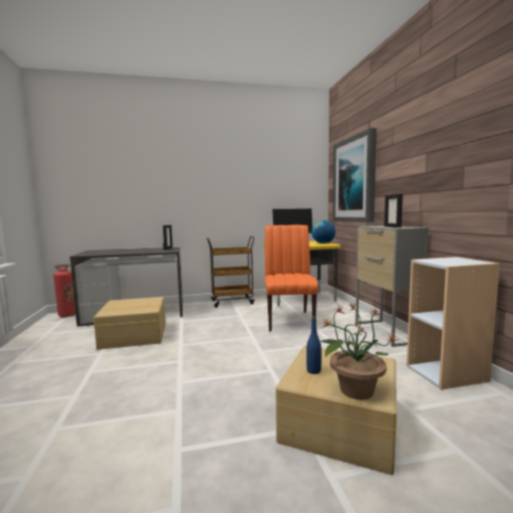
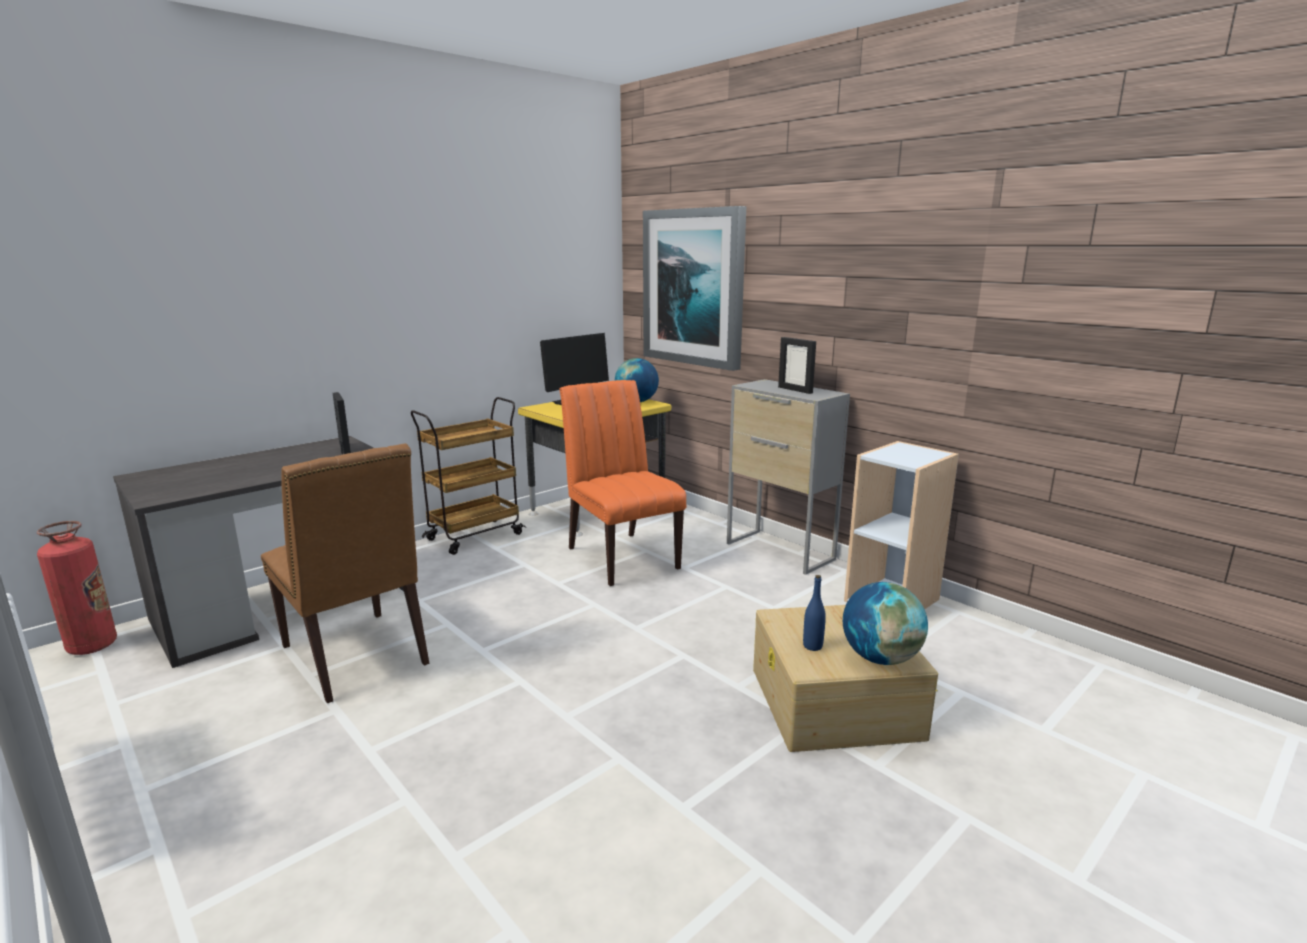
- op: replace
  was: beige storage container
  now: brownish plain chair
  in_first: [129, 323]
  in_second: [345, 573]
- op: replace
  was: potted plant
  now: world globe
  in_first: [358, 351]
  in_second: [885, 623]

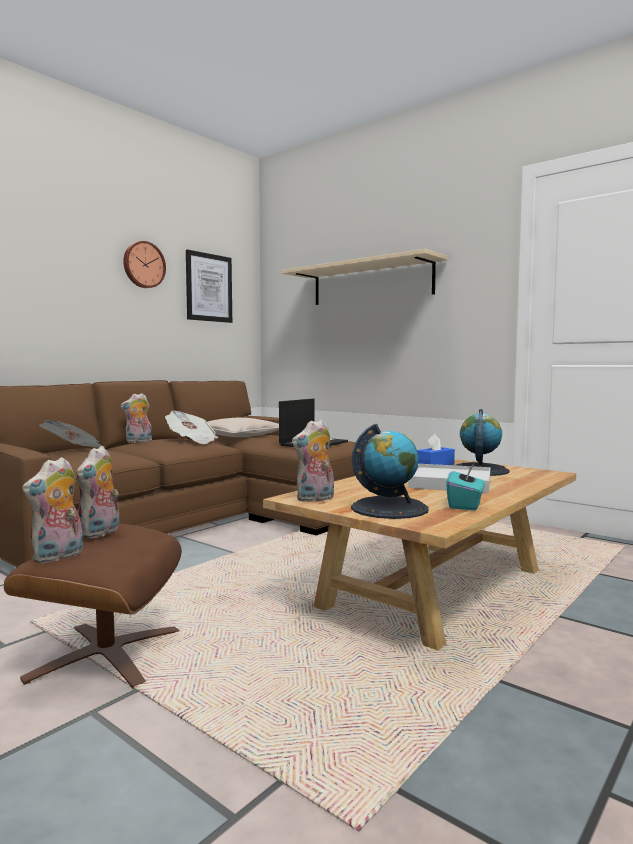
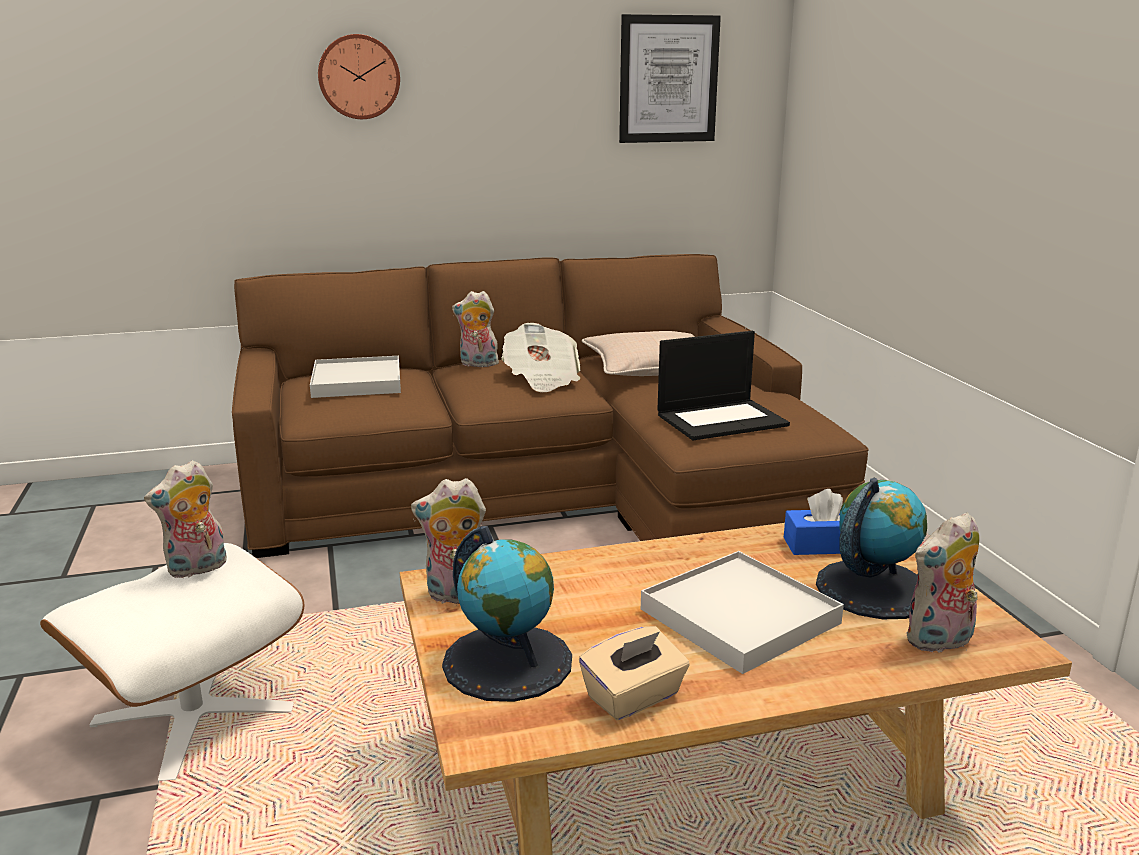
- op: move
  was: clock on the wall
  in_first: [144, 264]
  in_second: [359, 76]
- op: delete
  was: beige bracket shelf
  in_first: [365, 277]
- op: replace
  was: newspaper
  now: white carrying tray
  in_first: [72, 434]
  in_second: [355, 377]
- op: move
  was: cuddly toy
  in_first: [52, 510]
  in_second: [942, 583]
- op: recolor
  was: turquoise-coloured tissue box
  now: beige tissue box
  in_first: [465, 487]
  in_second: [634, 673]
- op: recolor
  was: brownish ottoman
  now: white ottoman
  in_first: [93, 606]
  in_second: [172, 663]

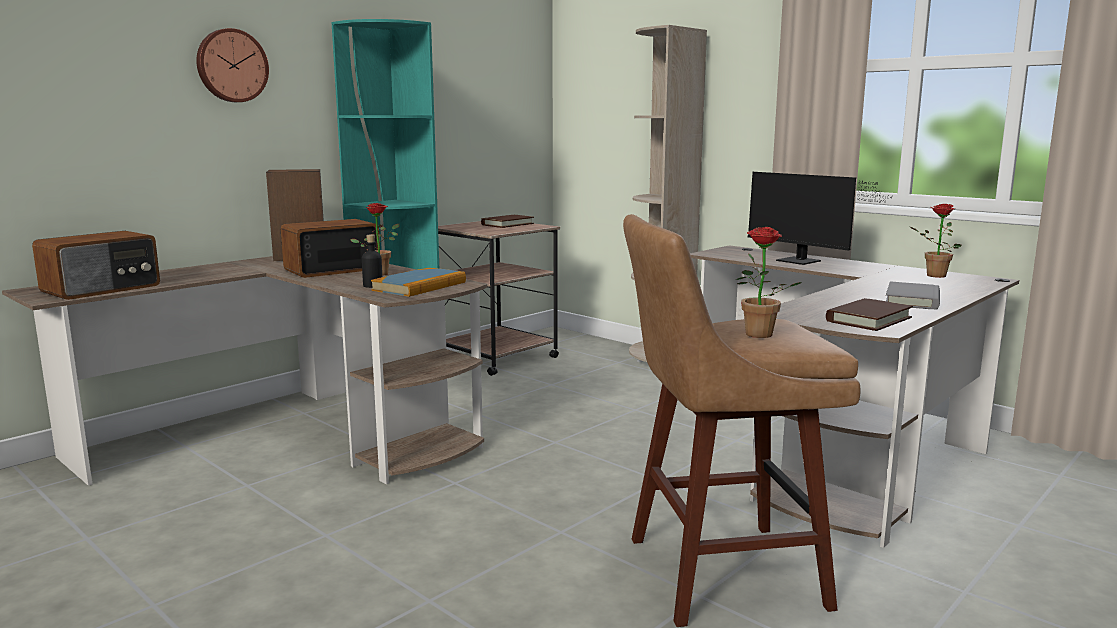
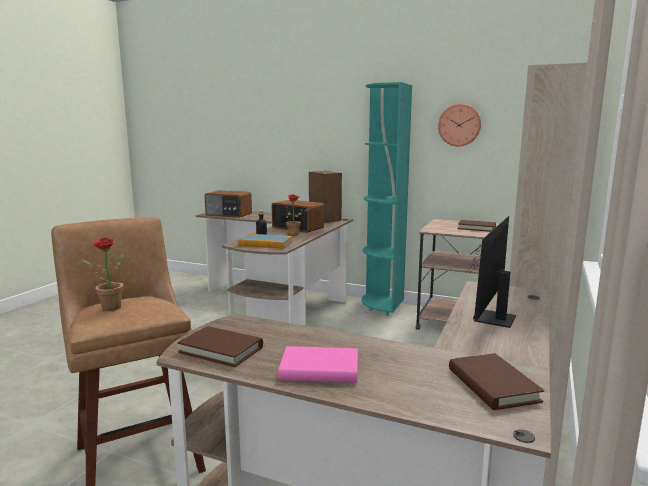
- op: move
  was: clock on the wall
  in_first: [232, 65]
  in_second: [459, 125]
- op: replace
  was: potted plant
  now: brownish bound book
  in_first: [936, 241]
  in_second: [496, 381]
- op: recolor
  was: gray bound book
  now: pink bound book
  in_first: [913, 296]
  in_second: [318, 364]

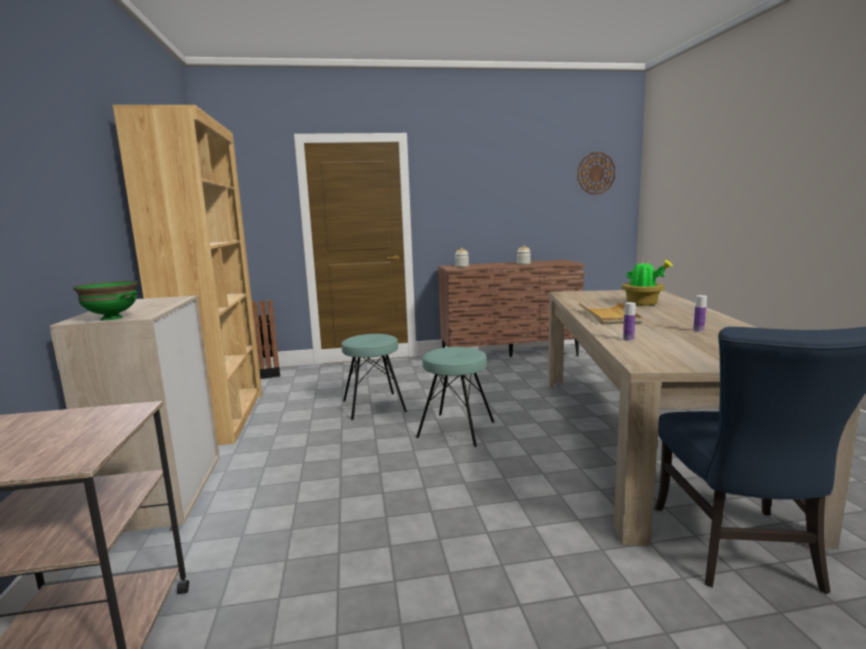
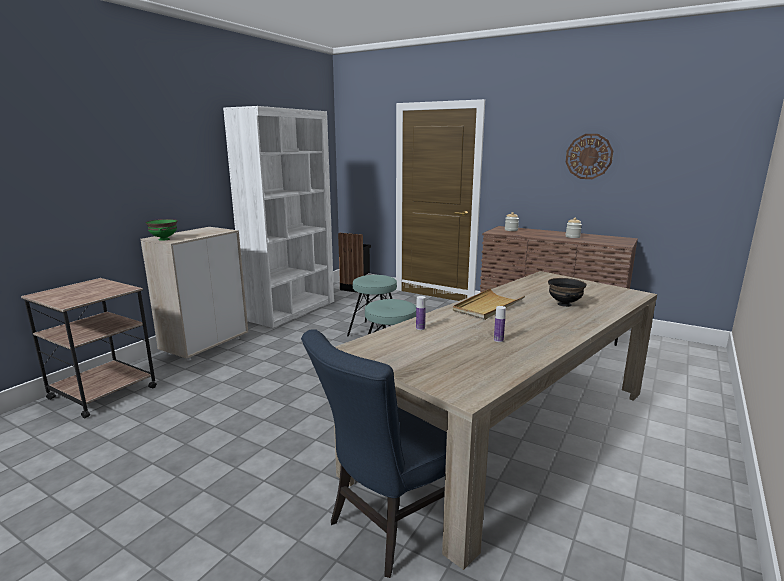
- op: recolor
  was: brownish shelving unit
  now: white shelving unit
  in_first: [187, 275]
  in_second: [278, 217]
- op: move
  was: clock on the wall
  in_first: [596, 173]
  in_second: [589, 156]
- op: replace
  was: potted plant
  now: blackish deep dish
  in_first: [647, 283]
  in_second: [567, 292]

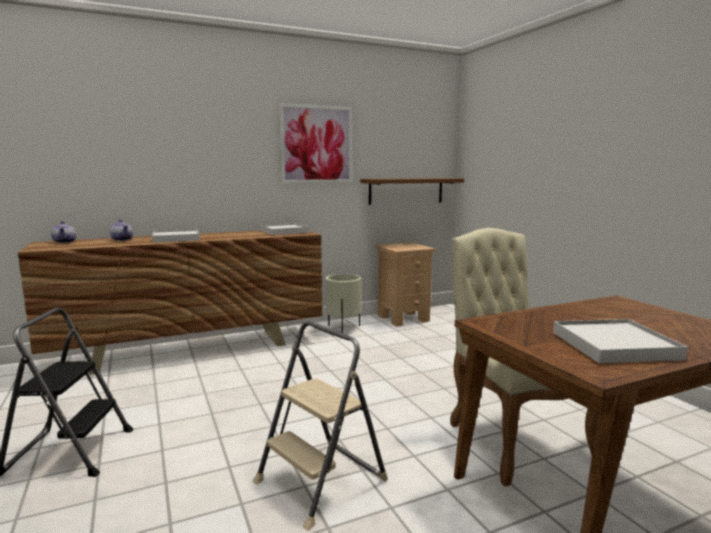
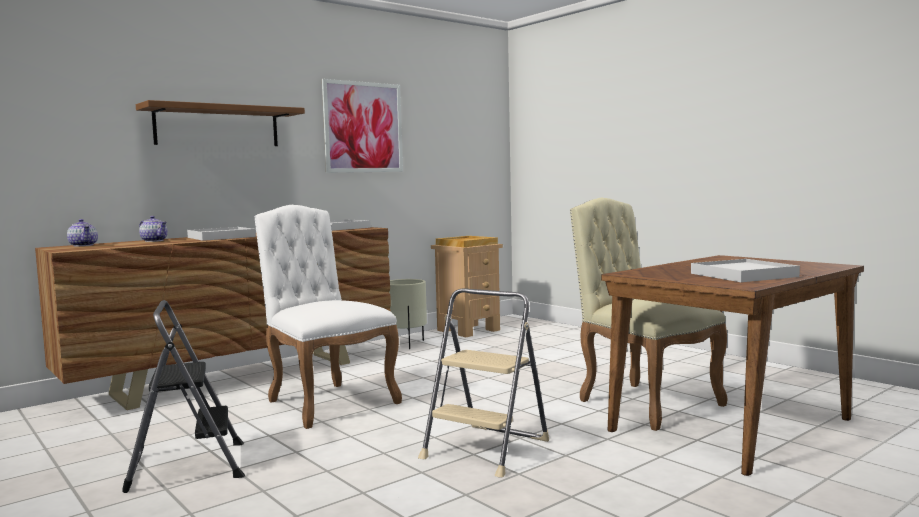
- op: move
  was: brownish bracket shelf
  in_first: [412, 191]
  in_second: [220, 123]
- op: insert
  now: white plain chair
  in_second: [328, 317]
- op: insert
  now: beige carrying tray
  in_second: [467, 241]

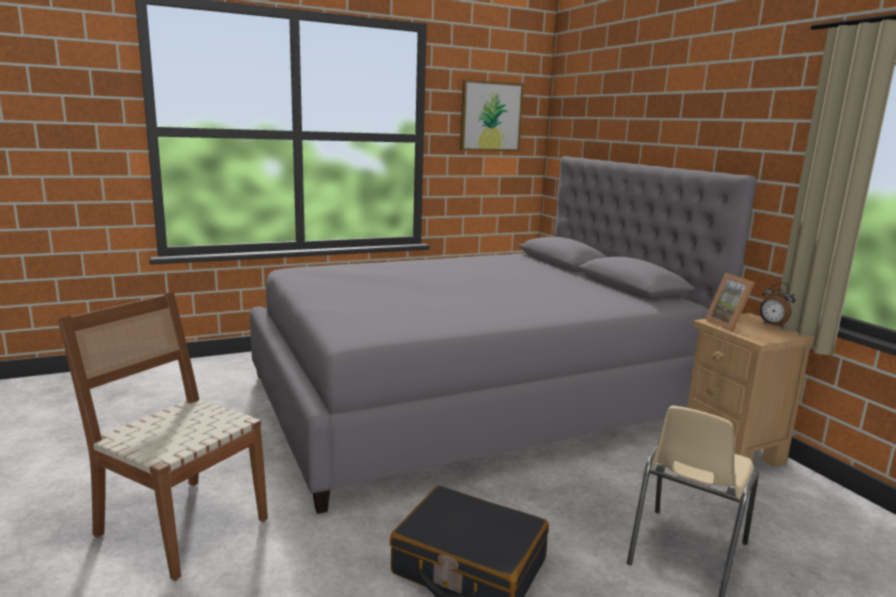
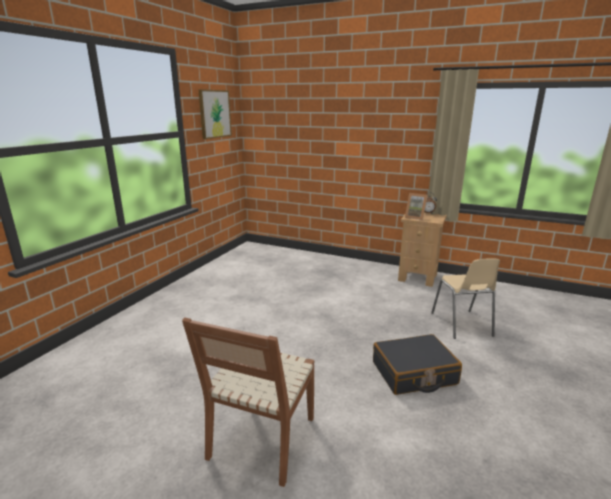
- op: delete
  was: gray bed
  in_first: [503, 335]
- op: rotate
  was: plain chair
  in_first: [163, 436]
  in_second: [248, 402]
  clockwise: -60

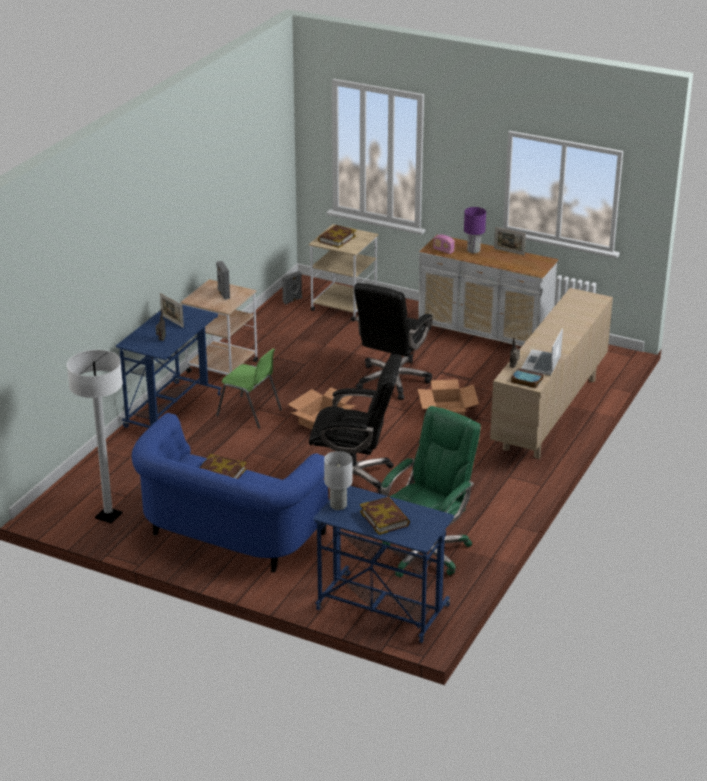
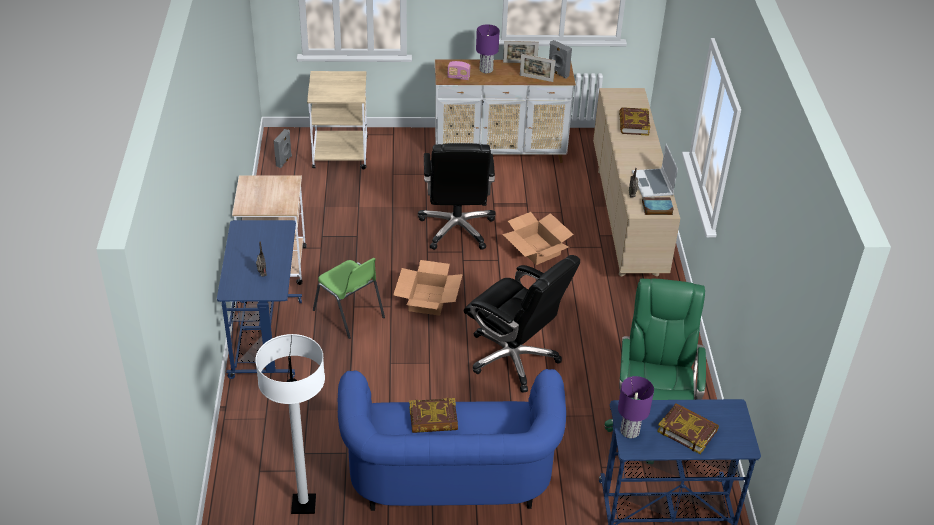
- op: move
  was: bound book
  in_first: [337, 236]
  in_second: [634, 121]
- op: move
  was: gray audio speaker
  in_first: [223, 280]
  in_second: [560, 59]
- op: move
  was: standing frame
  in_first: [172, 310]
  in_second: [537, 68]
- op: rotate
  was: green plain chair
  in_first: [249, 388]
  in_second: [349, 298]
  clockwise: 45
- op: rotate
  was: blackish desk chair
  in_first: [355, 424]
  in_second: [522, 324]
  clockwise: 60
- op: recolor
  was: white lamp for a table
  now: purple lamp for a table
  in_first: [338, 480]
  in_second: [636, 407]

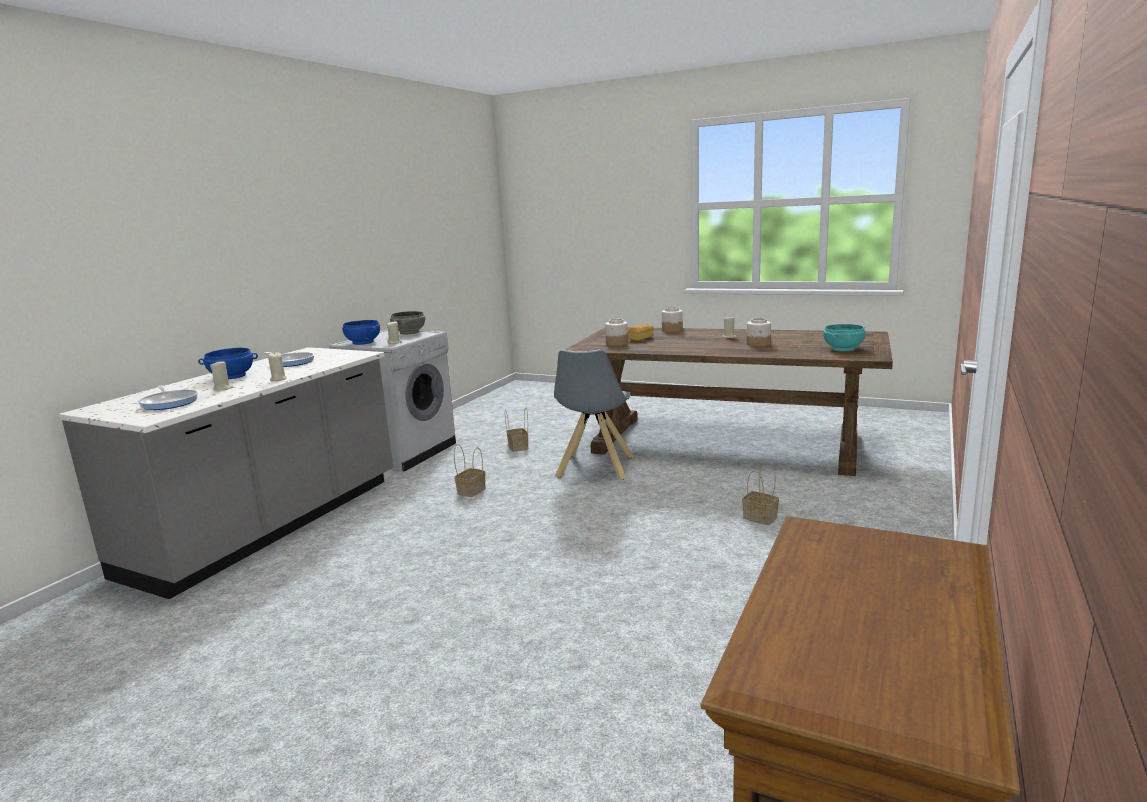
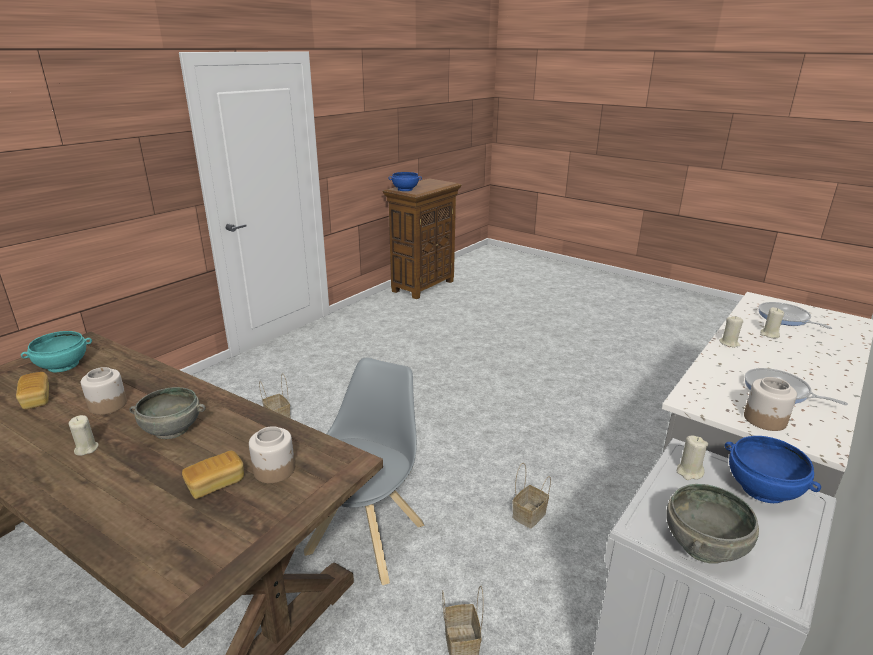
- op: move
  was: preserve jar
  in_first: [672, 319]
  in_second: [770, 404]
- op: move
  was: bluish deep dish
  in_first: [228, 363]
  in_second: [405, 181]
- op: insert
  now: bakery bread
  in_second: [32, 390]
- op: insert
  now: gray deep dish
  in_second: [167, 413]

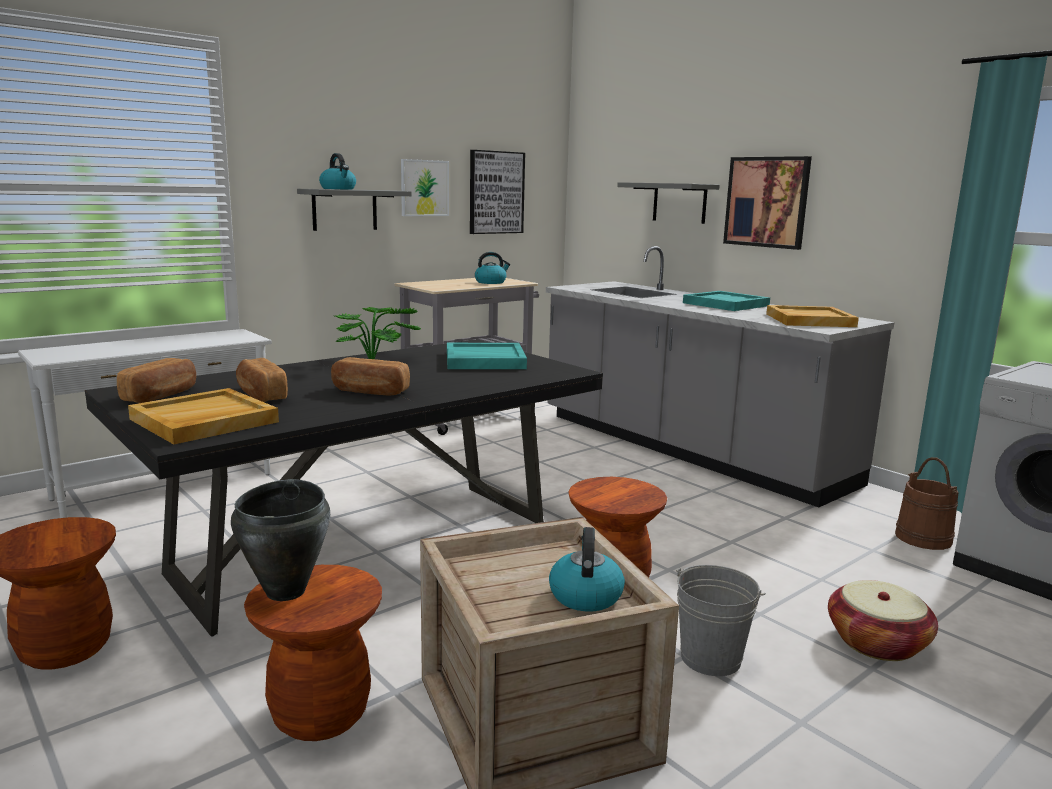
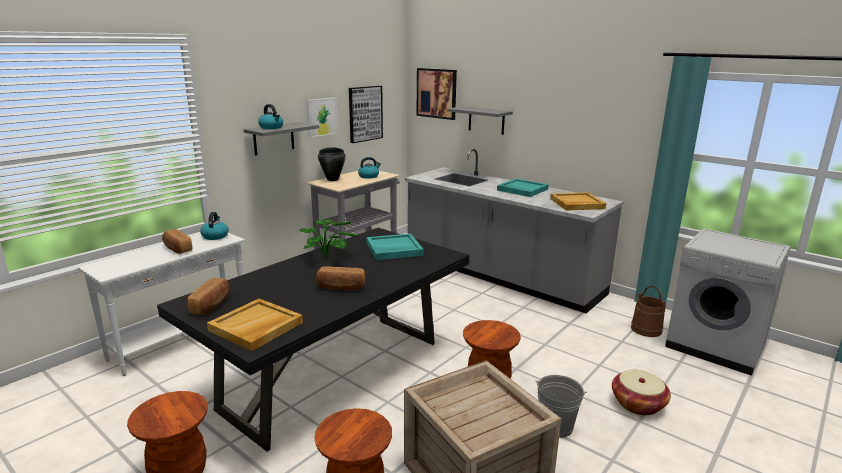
- op: move
  was: wall art
  in_first: [767, 203]
  in_second: [437, 94]
- op: move
  was: bakery bread
  in_first: [262, 380]
  in_second: [177, 241]
- op: move
  was: blackish stockpot
  in_first: [280, 540]
  in_second: [332, 164]
- op: move
  was: water kettle
  in_first: [587, 569]
  in_second: [214, 226]

